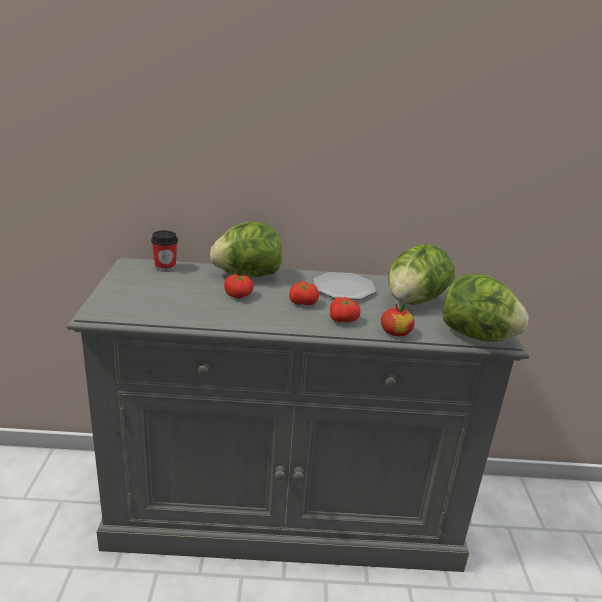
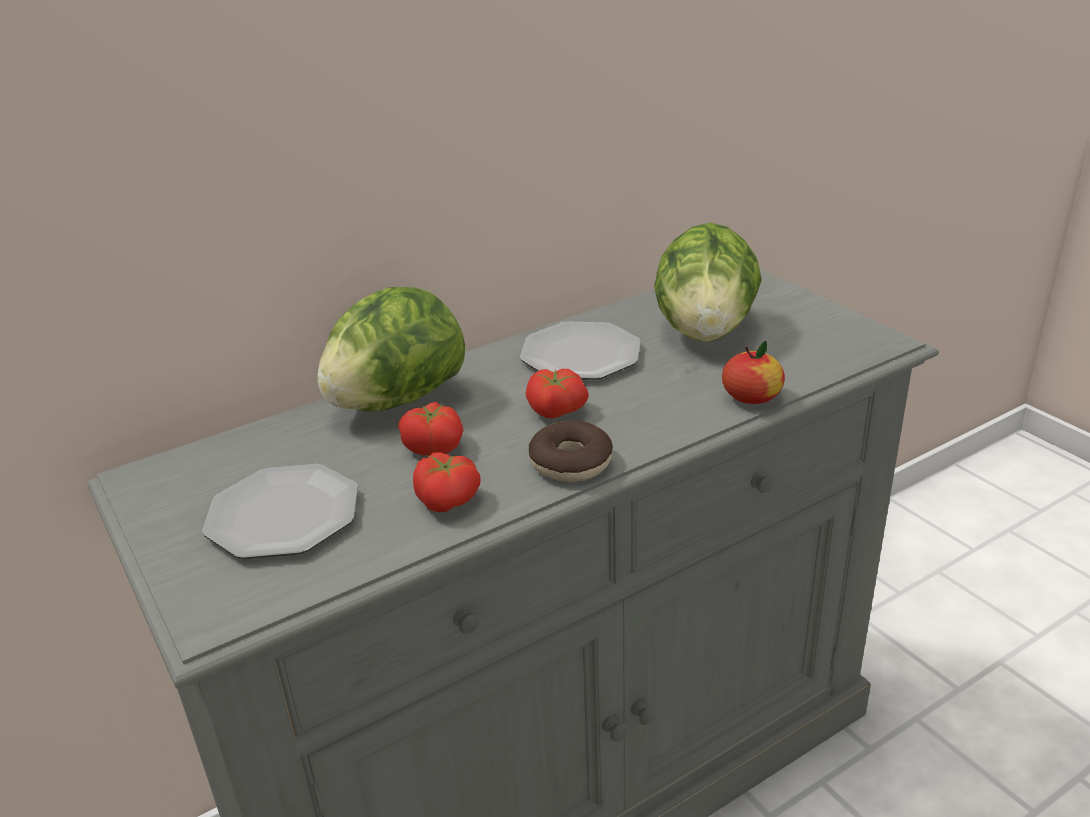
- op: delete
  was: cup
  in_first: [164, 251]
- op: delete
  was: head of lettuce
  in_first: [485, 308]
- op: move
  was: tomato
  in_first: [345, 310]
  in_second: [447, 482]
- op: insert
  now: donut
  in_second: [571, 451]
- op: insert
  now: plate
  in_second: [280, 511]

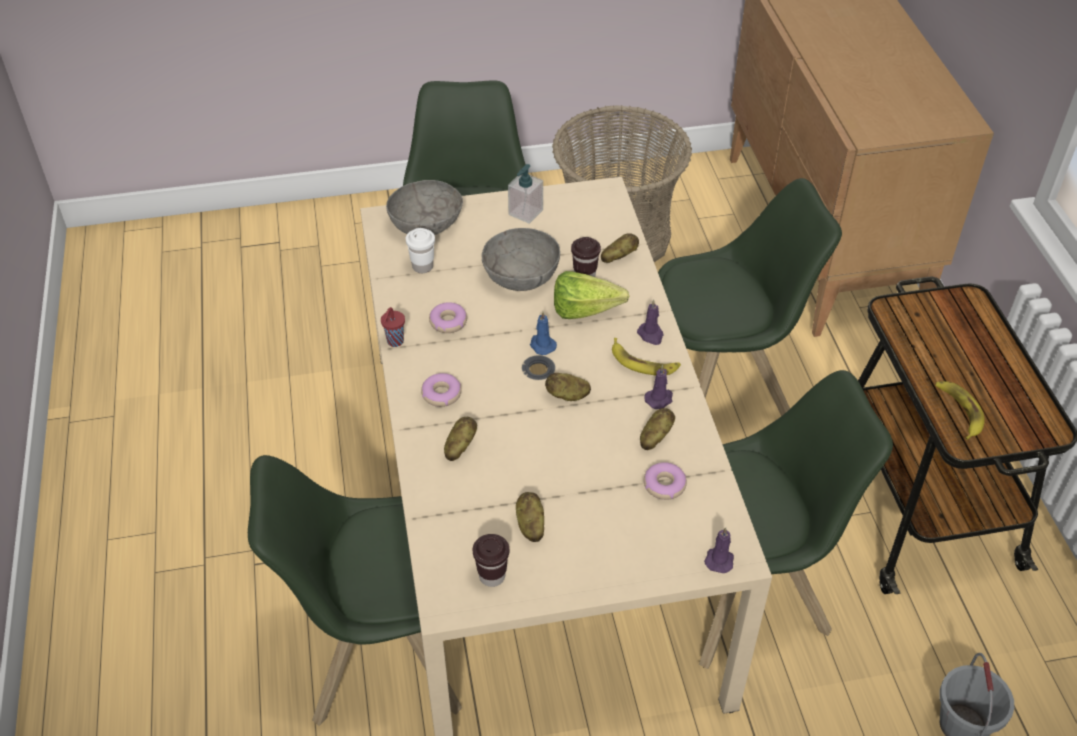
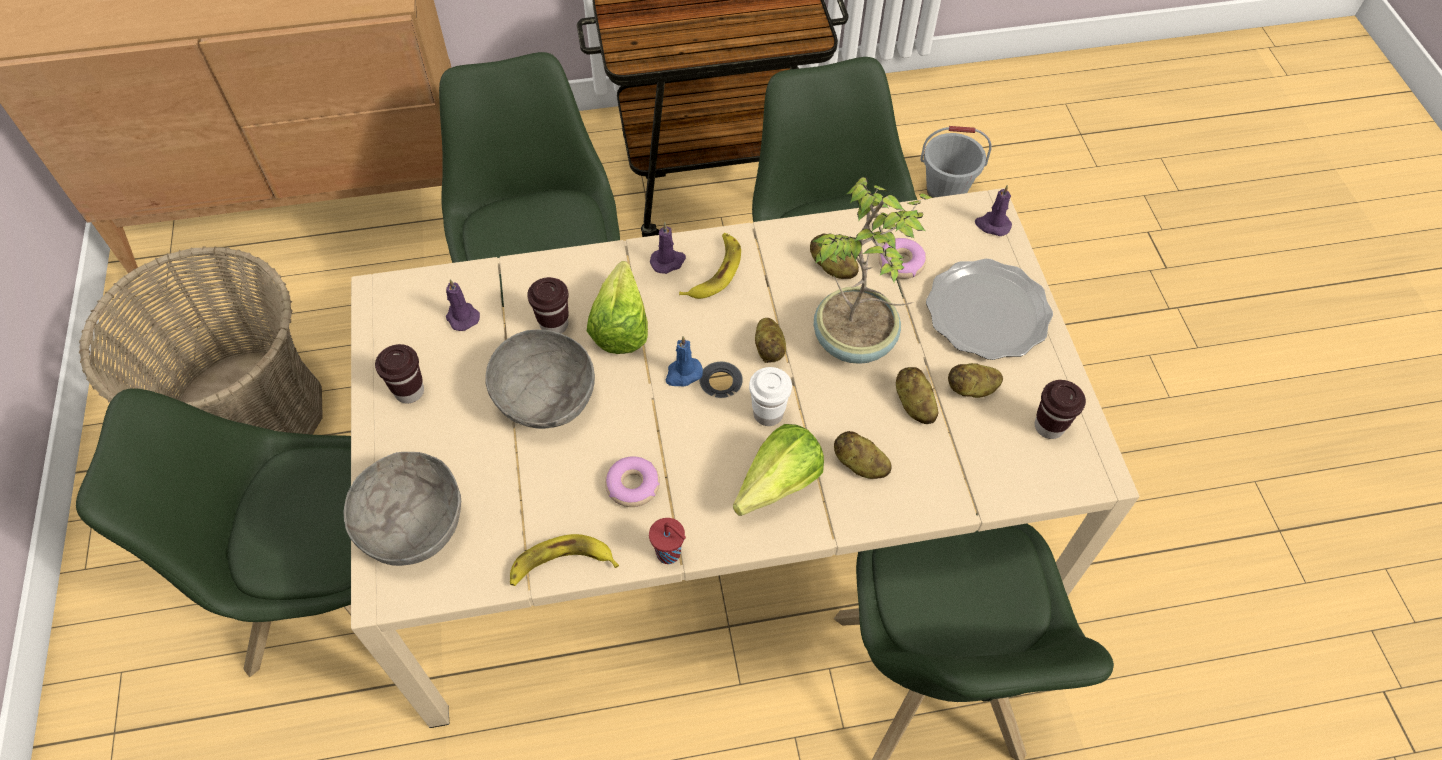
- op: replace
  was: soap bottle
  now: brownish cup
  in_first: [525, 194]
  in_second: [399, 374]
- op: move
  was: white cup
  in_first: [420, 250]
  in_second: [770, 396]
- op: move
  was: spud
  in_first: [620, 248]
  in_second: [917, 395]
- op: move
  was: purple candle
  in_first: [658, 387]
  in_second: [463, 305]
- op: replace
  was: donut
  now: head of lettuce
  in_first: [441, 390]
  in_second: [778, 470]
- op: move
  was: banana fruit
  in_first: [960, 410]
  in_second: [564, 560]
- op: insert
  now: potted plant
  in_second: [872, 270]
- op: insert
  now: plate
  in_second: [989, 309]

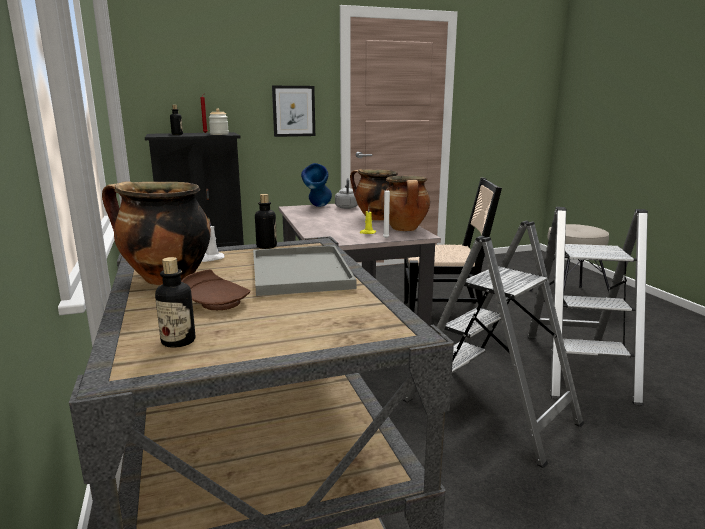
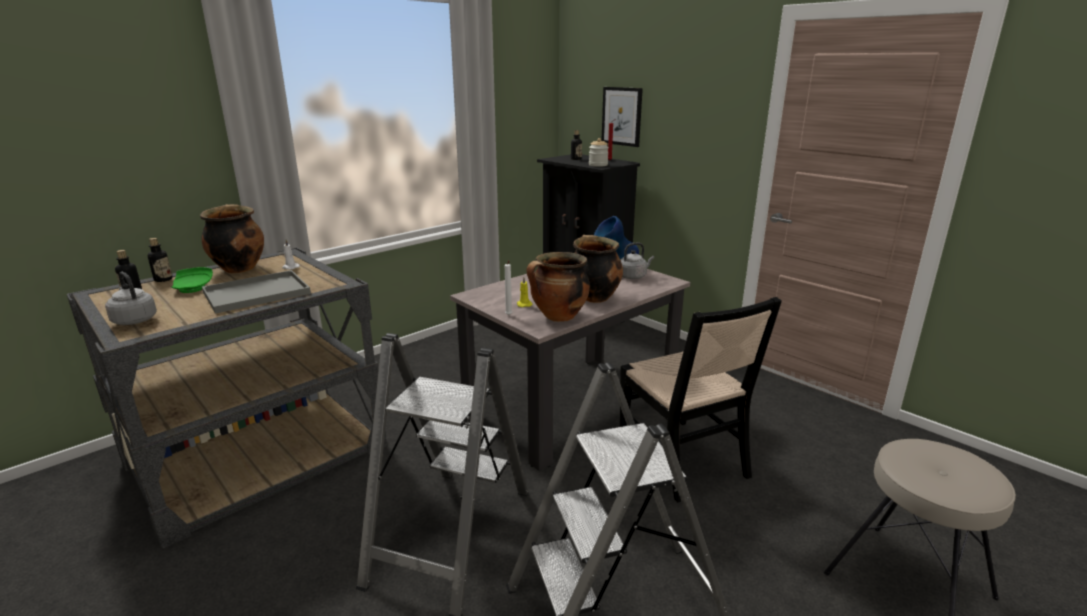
- op: move
  was: wall art
  in_first: [293, 111]
  in_second: [622, 117]
- op: move
  was: drink bottle
  in_first: [266, 221]
  in_second: [160, 260]
- op: recolor
  was: brownish plate
  now: green plate
  in_first: [216, 289]
  in_second: [192, 280]
- op: insert
  now: gray water kettle
  in_second: [131, 298]

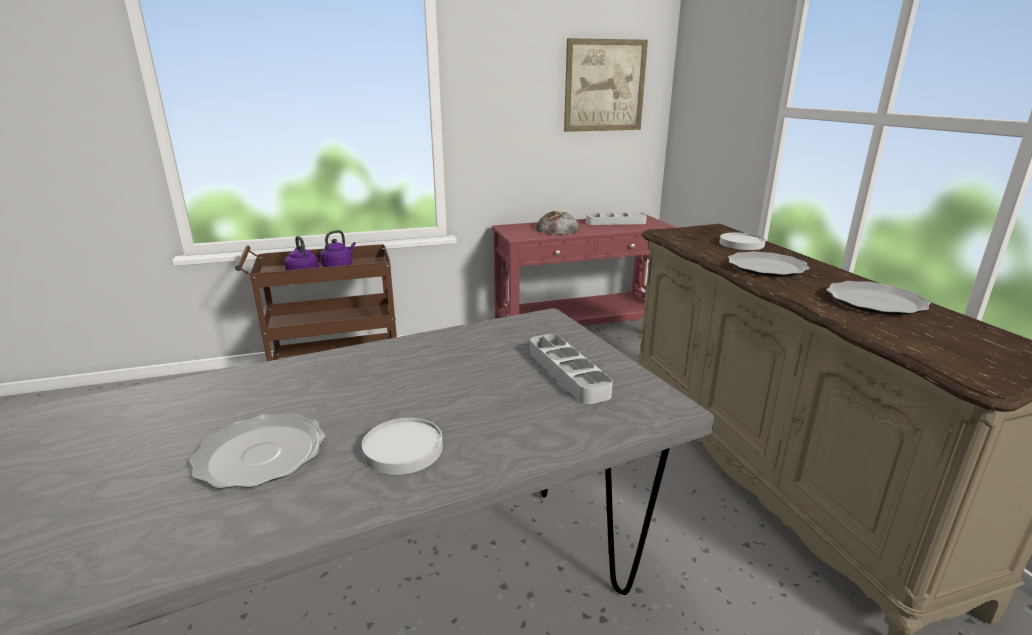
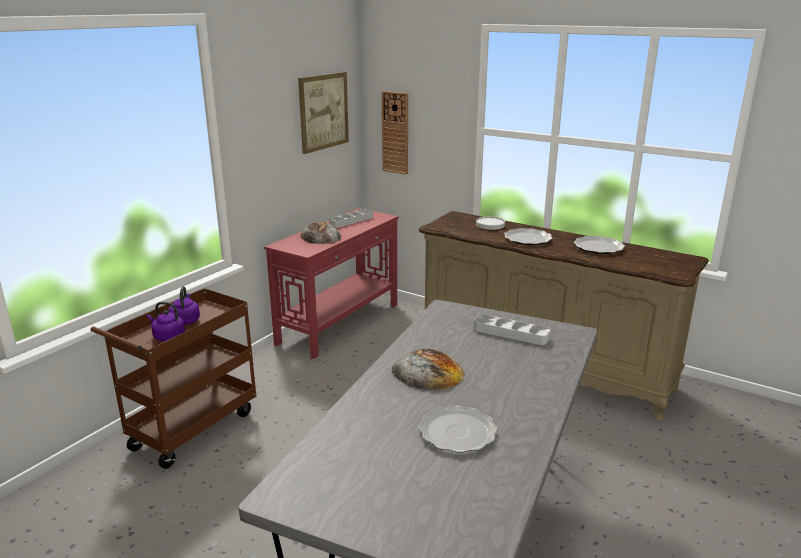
- op: delete
  was: white plate
  in_first: [402, 446]
- op: insert
  now: clock on the wall
  in_second: [395, 133]
- op: insert
  now: bakery bread
  in_second: [428, 369]

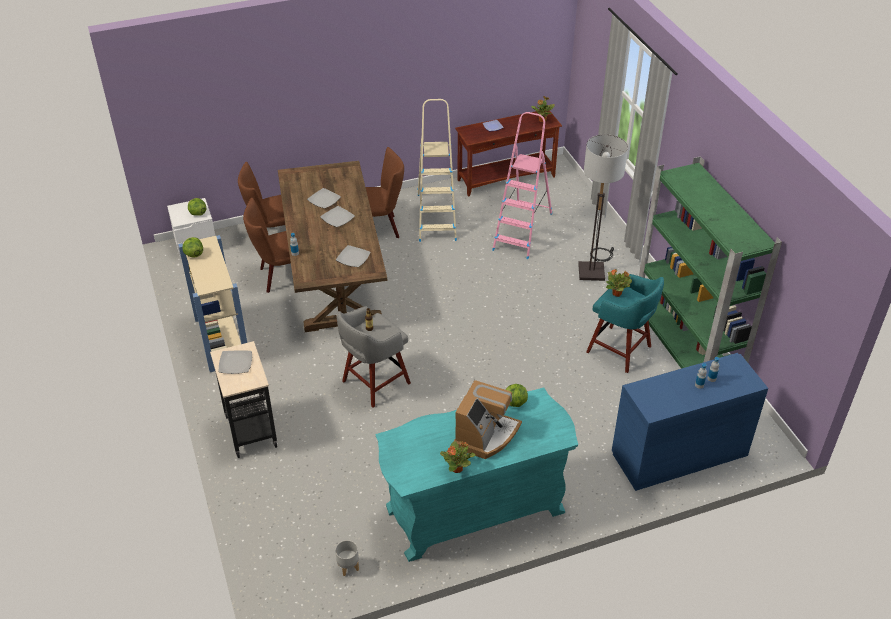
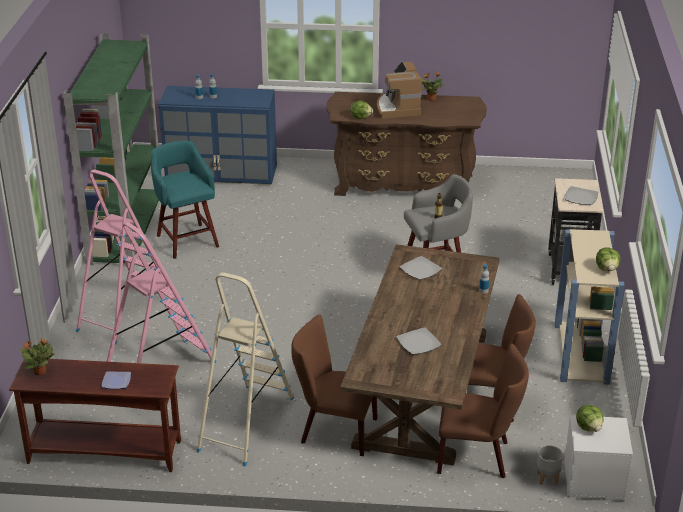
- op: replace
  was: standard lamp
  now: pink step stool
  in_first: [603, 207]
  in_second: [123, 257]
- op: delete
  was: plate
  in_first: [337, 216]
- op: delete
  was: potted plant
  in_first: [619, 283]
- op: rotate
  was: coffee maker
  in_first: [488, 419]
  in_second: [399, 90]
  clockwise: -60
- op: recolor
  was: turquoise-coloured drawer chest
  now: brownish drawer chest
  in_first: [476, 474]
  in_second: [406, 144]
- op: move
  was: gray planter
  in_first: [347, 558]
  in_second: [550, 465]

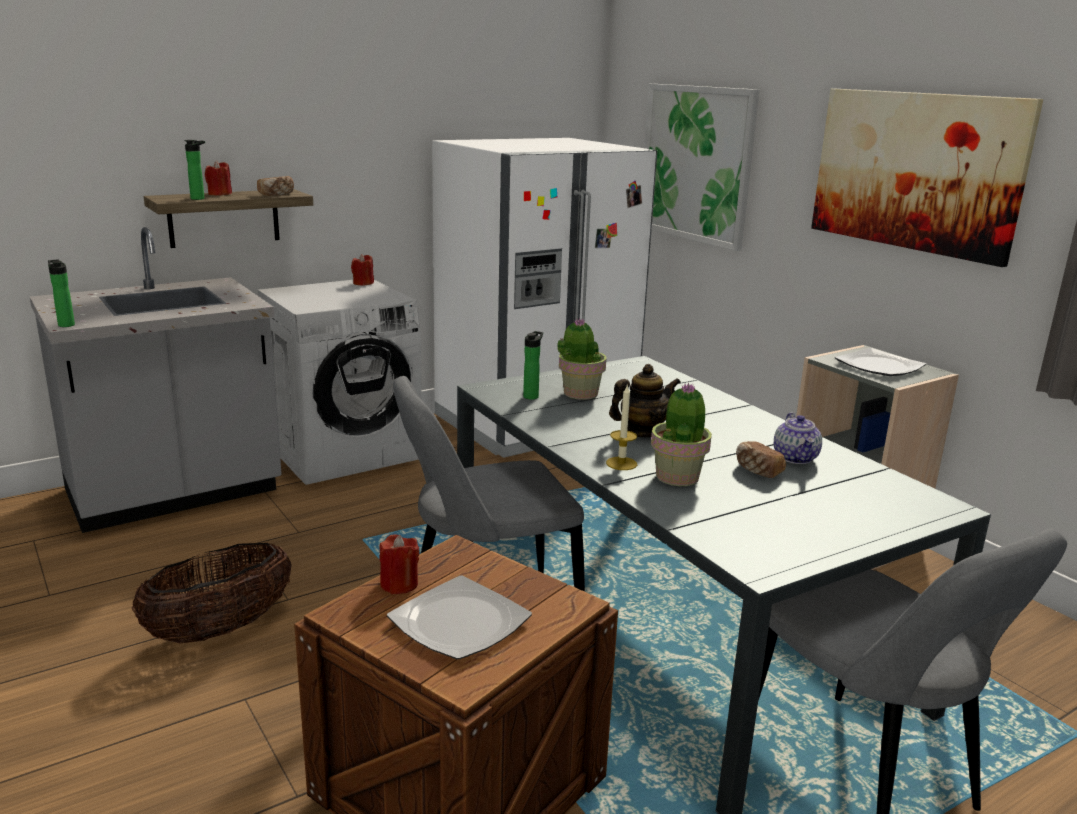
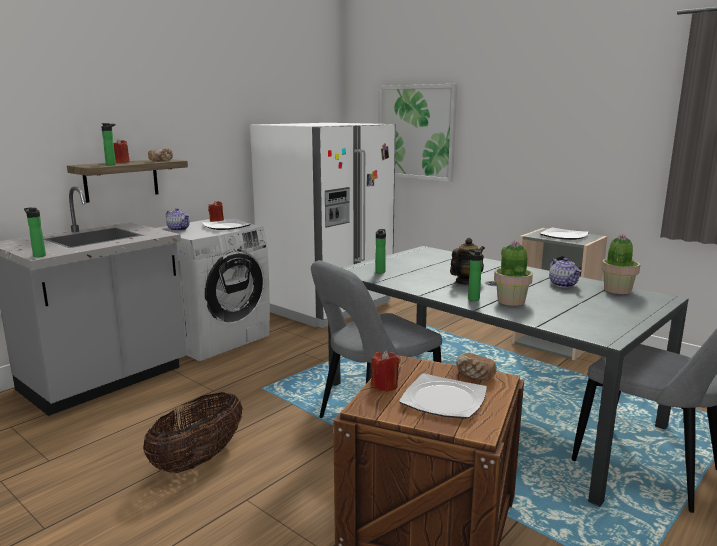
- op: delete
  was: wall art
  in_first: [927, 177]
- op: move
  was: potted plant
  in_first: [582, 359]
  in_second: [621, 264]
- op: replace
  was: candle
  now: drink bottle
  in_first: [621, 428]
  in_second: [474, 275]
- op: move
  was: bakery bread
  in_first: [761, 459]
  in_second: [476, 366]
- op: insert
  now: teapot
  in_second: [178, 219]
- op: insert
  now: plate
  in_second: [226, 224]

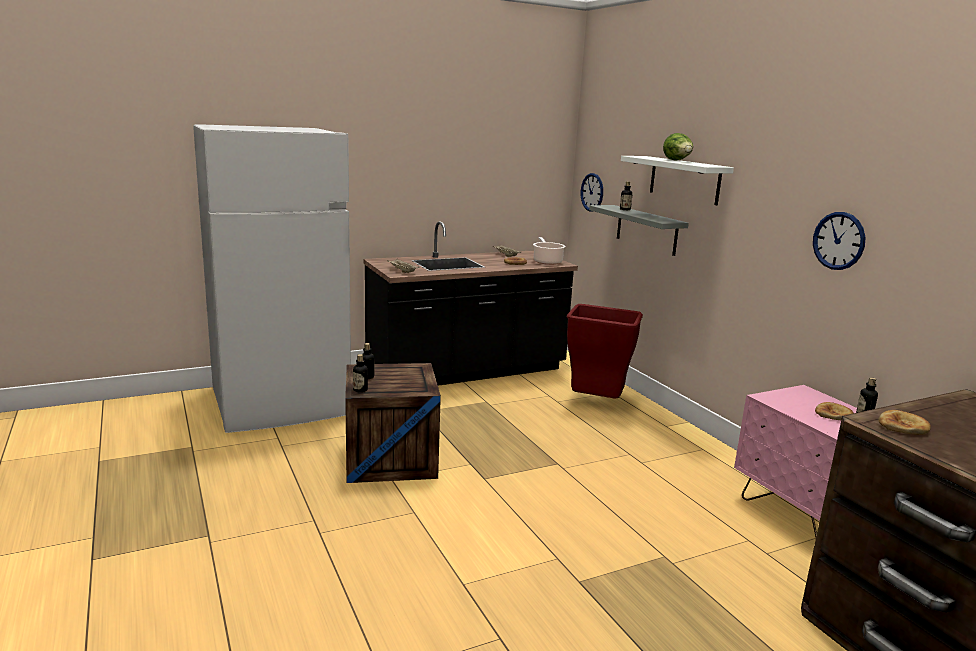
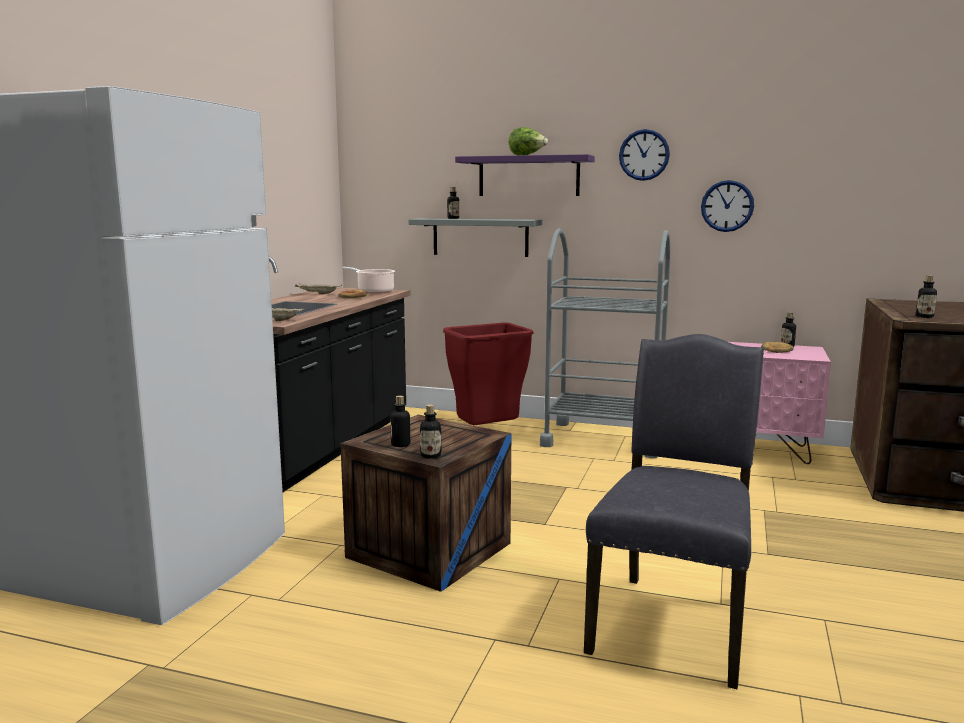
- op: recolor
  was: white bracket shelf
  now: purple bracket shelf
  in_first: [677, 180]
  in_second: [525, 175]
- op: move
  was: clock on the wall
  in_first: [592, 192]
  in_second: [644, 155]
- op: replace
  was: bakery bread
  now: drink bottle
  in_first: [904, 422]
  in_second: [926, 296]
- op: insert
  now: gray wheeled cart
  in_second: [605, 343]
- op: insert
  now: gray plain chair
  in_second: [674, 511]

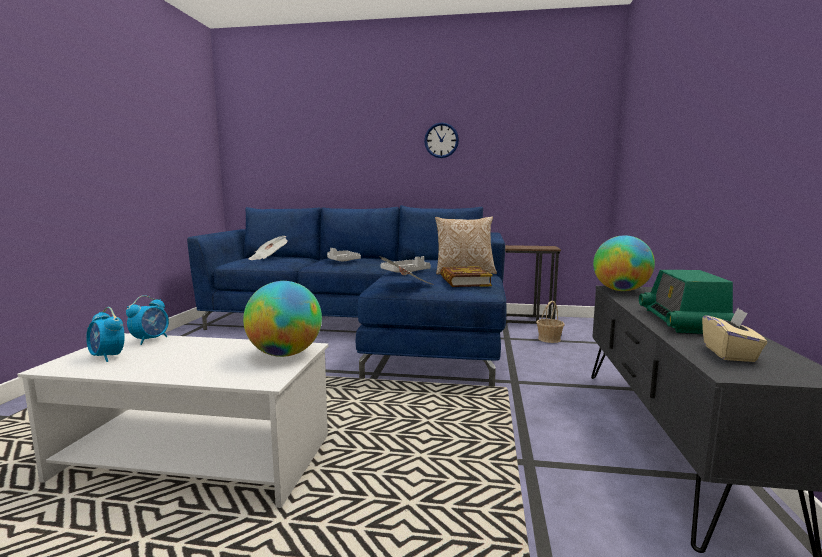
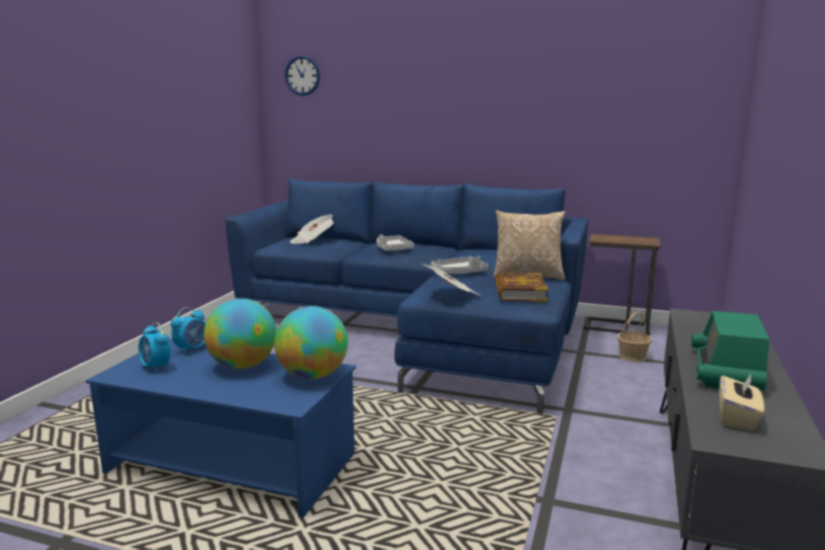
- op: move
  was: clock on the wall
  in_first: [441, 140]
  in_second: [302, 75]
- op: move
  was: world globe
  in_first: [624, 263]
  in_second: [240, 334]
- op: recolor
  was: white coffee table
  now: bluish coffee table
  in_first: [172, 420]
  in_second: [221, 428]

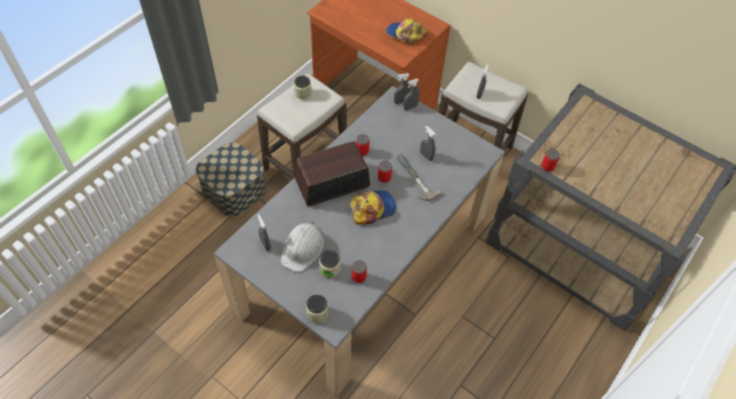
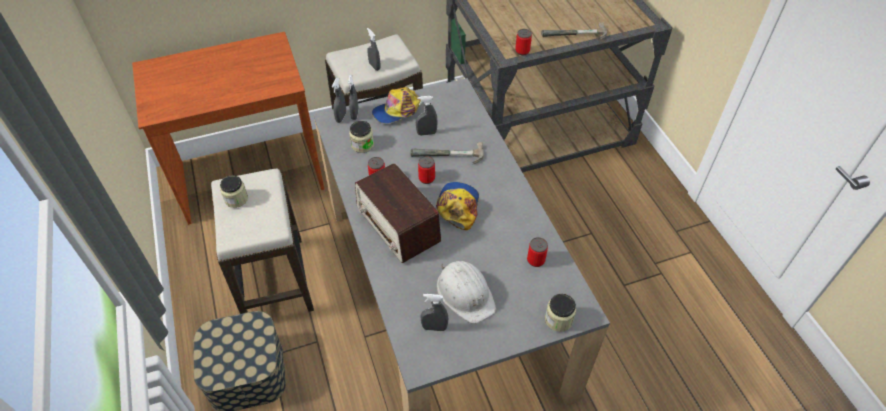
- op: move
  was: cap
  in_first: [407, 30]
  in_second: [396, 105]
- op: rotate
  was: radio
  in_first: [332, 173]
  in_second: [398, 213]
  clockwise: -45
- op: move
  was: preserve jar
  in_first: [330, 264]
  in_second: [361, 137]
- op: insert
  now: hammer
  in_second: [574, 31]

